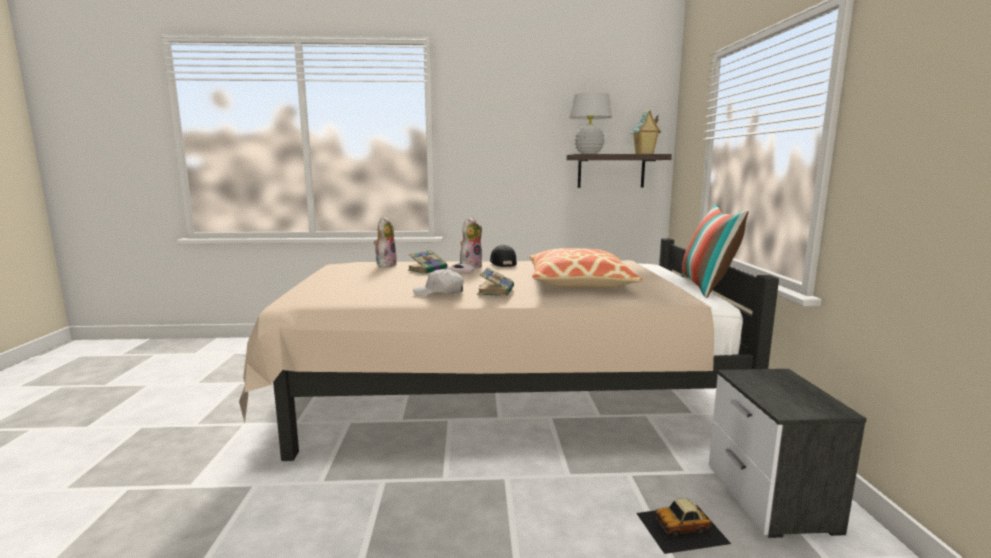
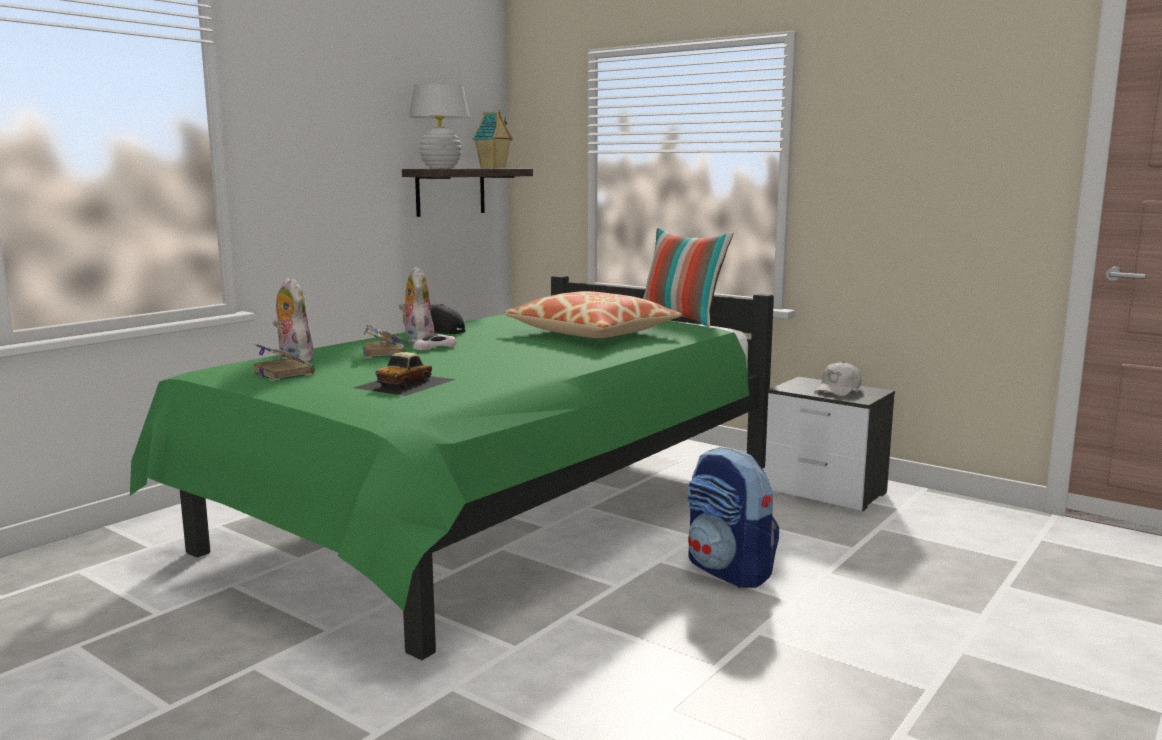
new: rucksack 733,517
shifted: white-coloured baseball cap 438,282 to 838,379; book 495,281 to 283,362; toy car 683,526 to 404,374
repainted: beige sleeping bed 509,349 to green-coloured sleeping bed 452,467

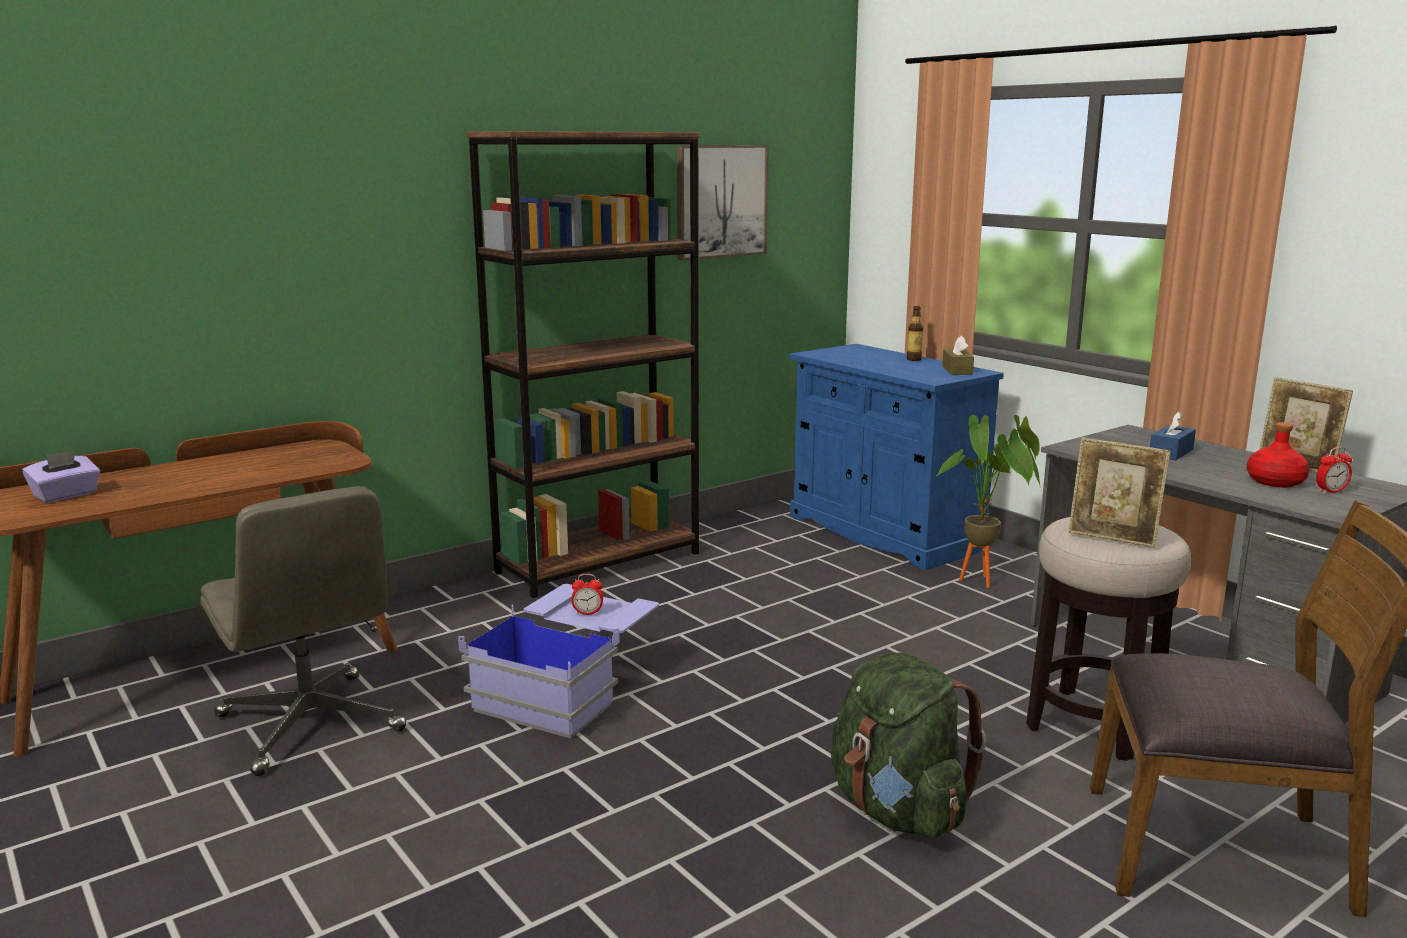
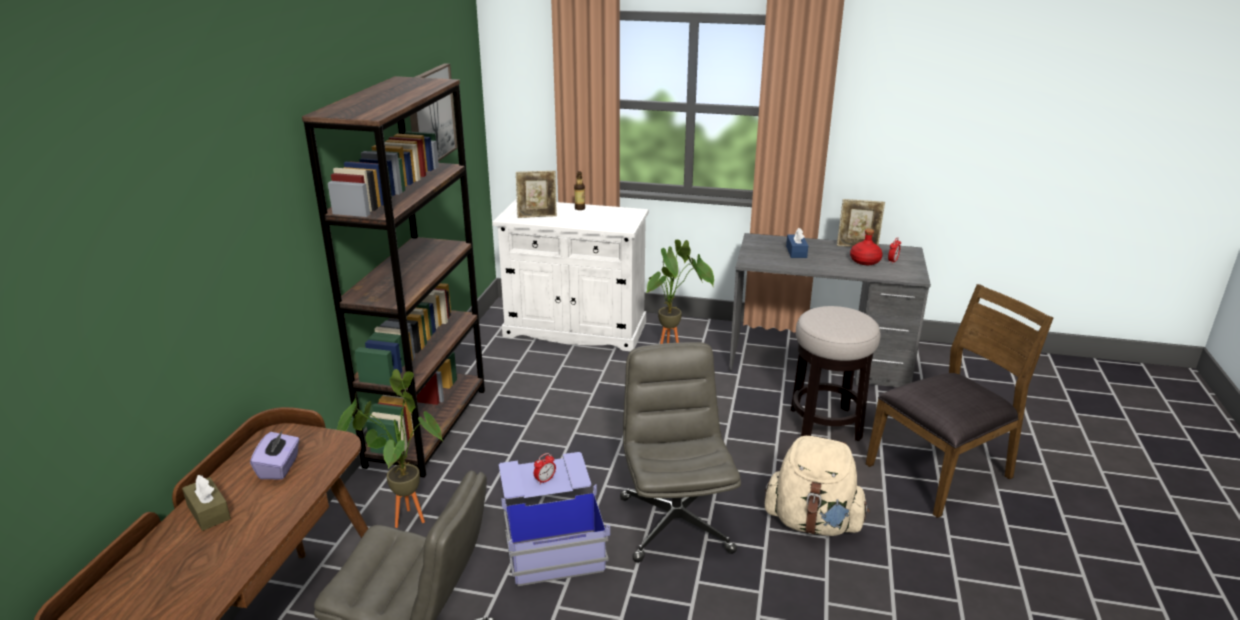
new: plant in a pot 390,448; grey computer chair 680,452
shifted: purple-coloured tissue holder 61,476 to 275,454; brown tissue holder 958,355 to 206,503; standing frame 1119,492 to 536,194
repainted: blue storage cabinet 897,457 to white-coloured storage cabinet 570,275; green-coloured rucksack 909,745 to beige rucksack 817,486

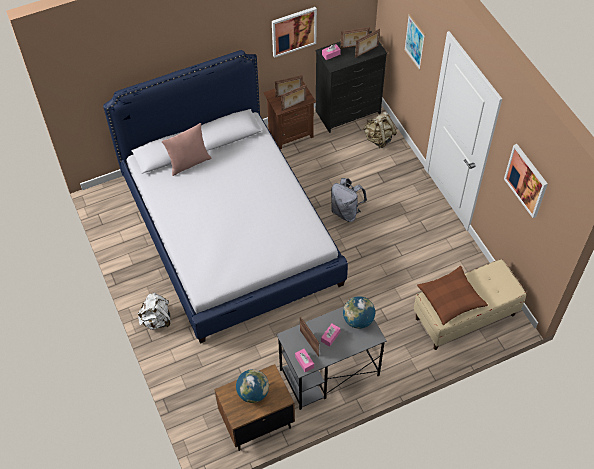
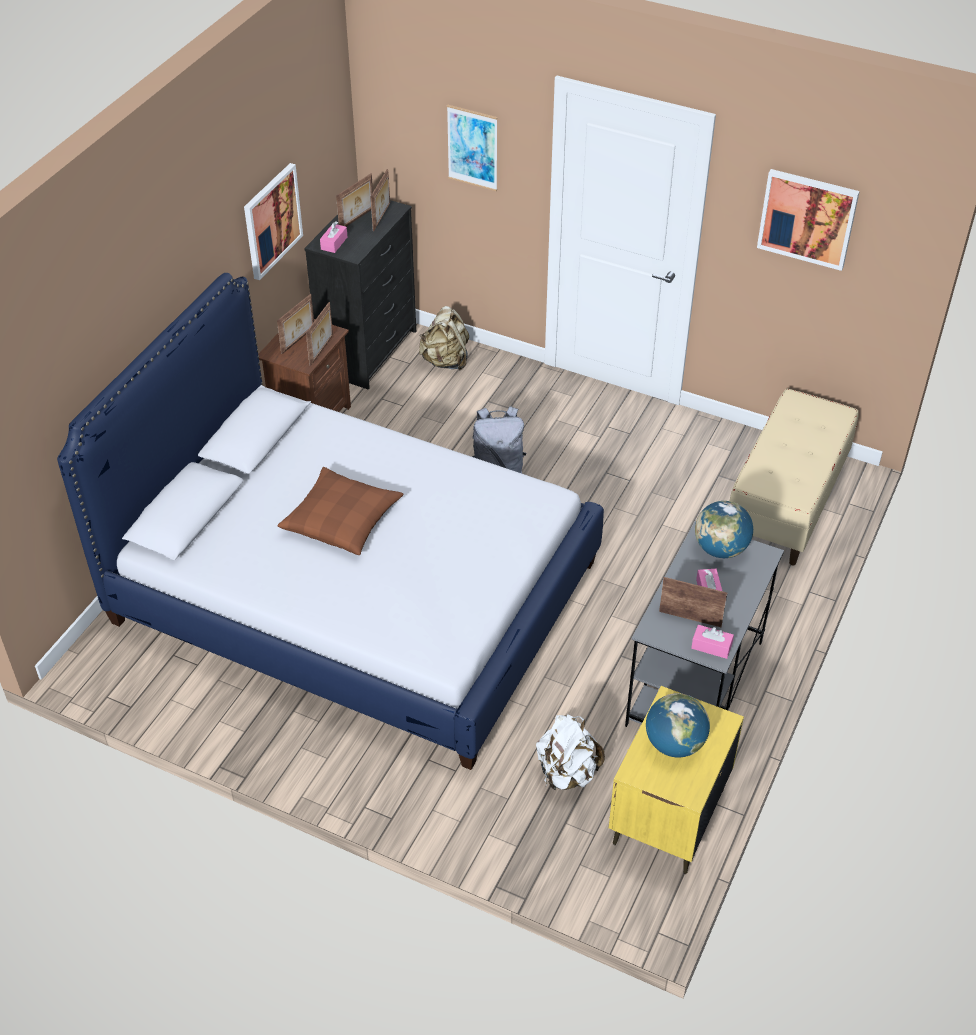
gone: pink-coloured pillow 186,149
shifted: white-coloured rucksack 154,311 to 570,752; brown pillow 452,295 to 340,511
repainted: brown bedside table 254,407 to yellowish bedside table 676,780

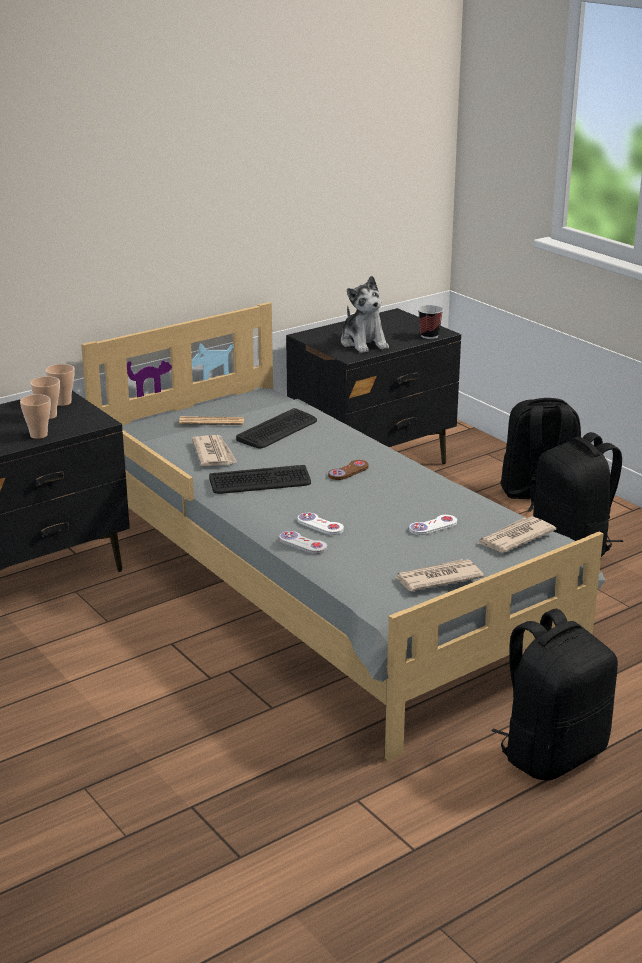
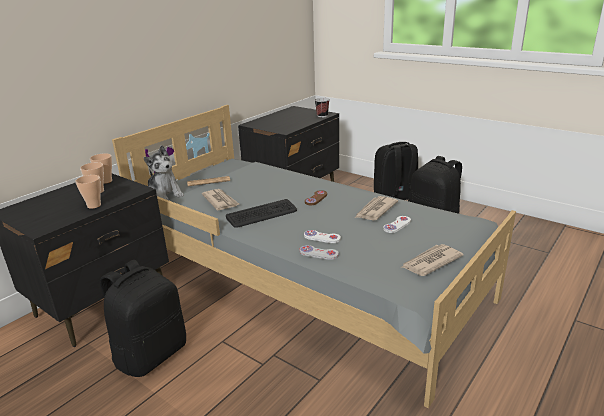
gone: computer keyboard 276,428
shifted: plush toy 365,314 to 163,172; printed paper 517,535 to 376,208; black-coloured rucksack 554,694 to 143,318

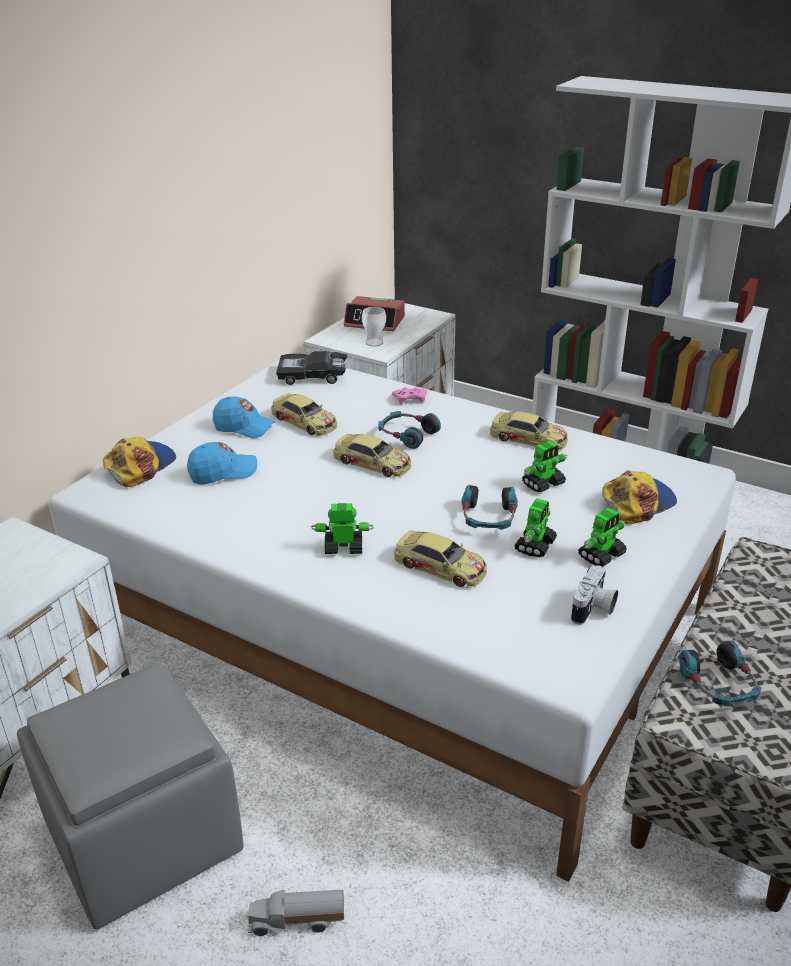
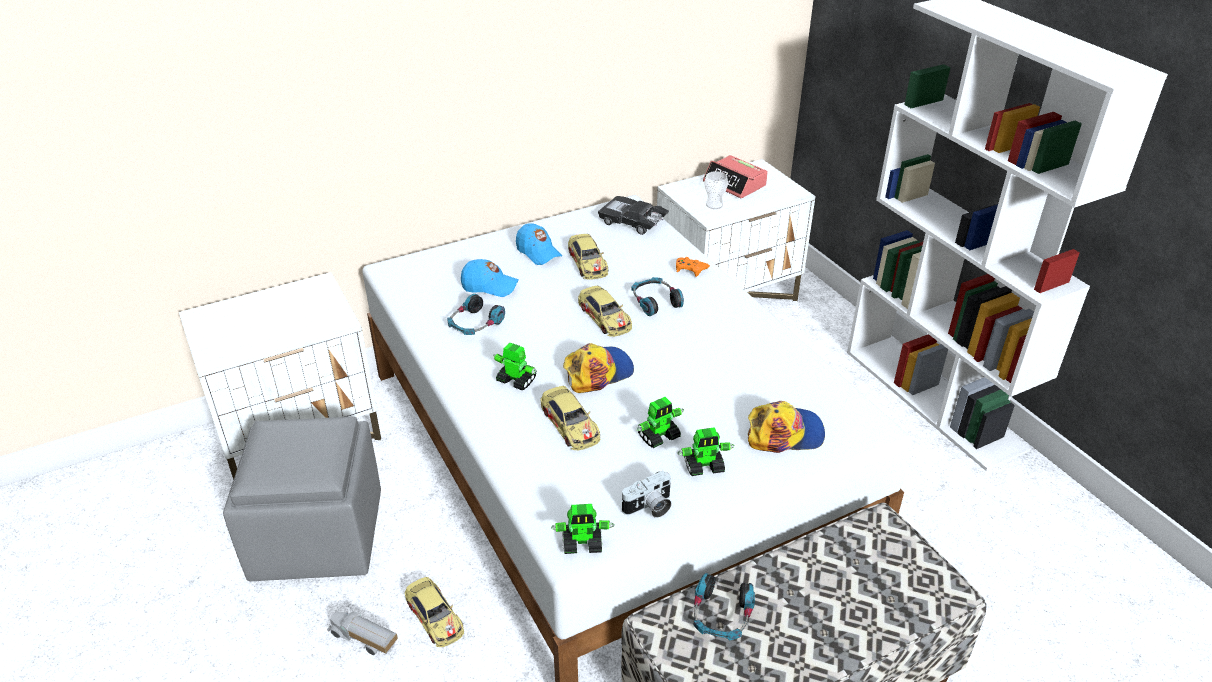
shifted: baseball cap 139,462 to 598,368; headset 490,507 to 476,314; toy car 529,431 to 434,612; model robot 544,466 to 583,529
repainted: pink-coloured game controller 409,396 to orange game controller 693,267

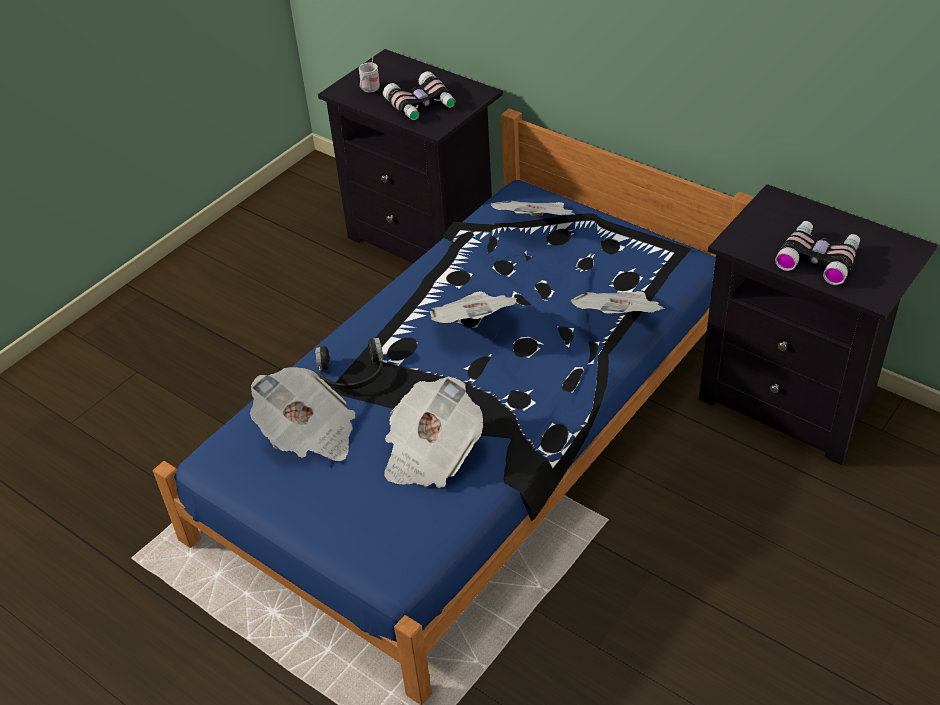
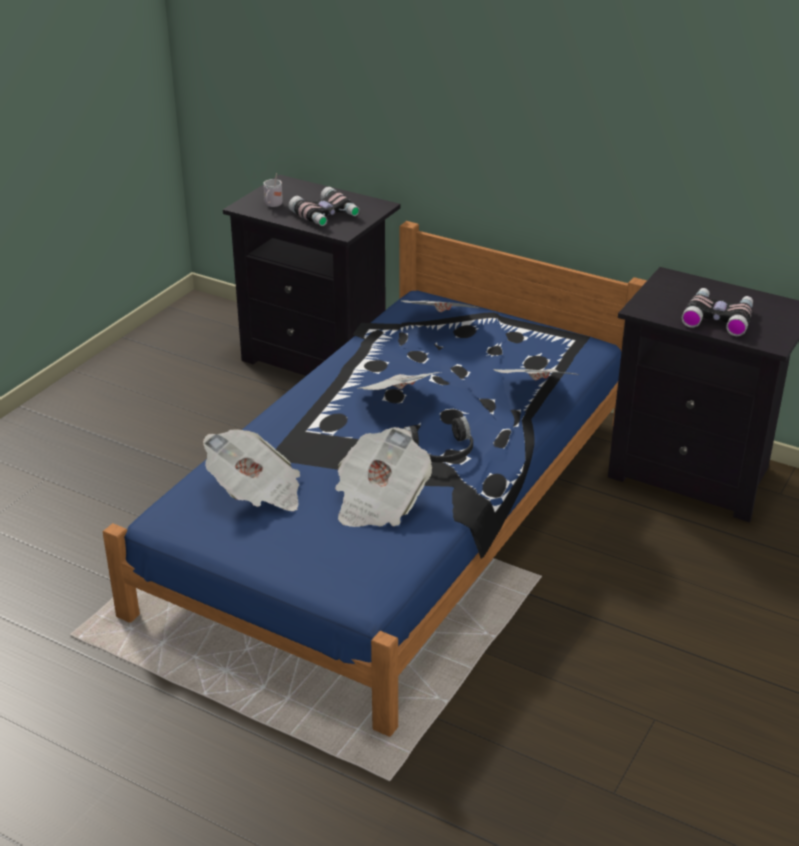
shifted: black-coloured headset 349,364 to 438,440

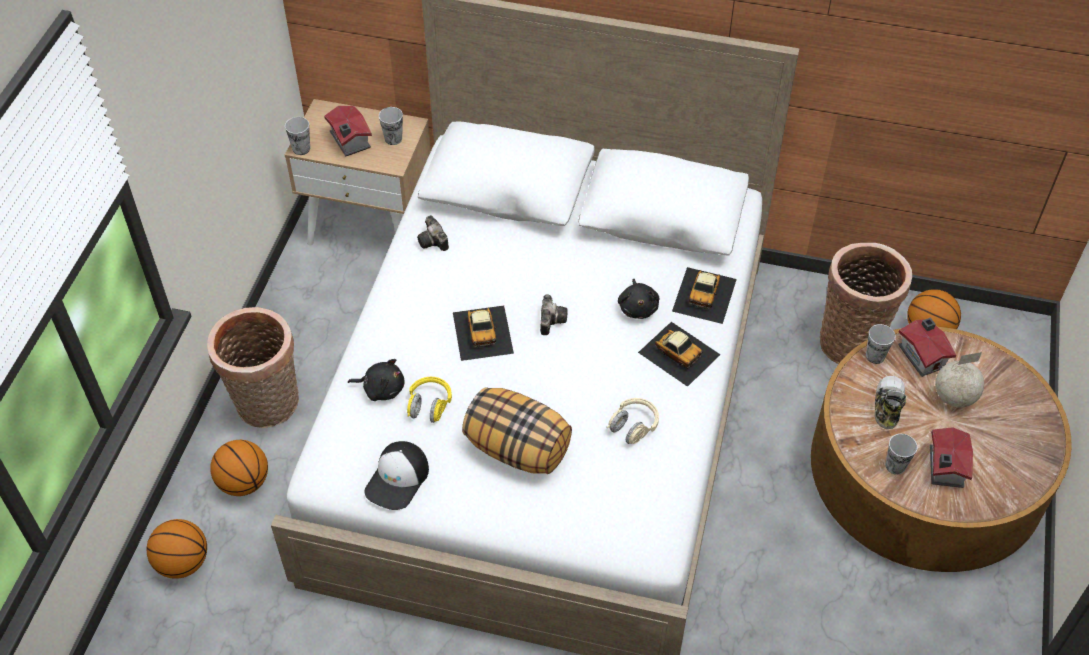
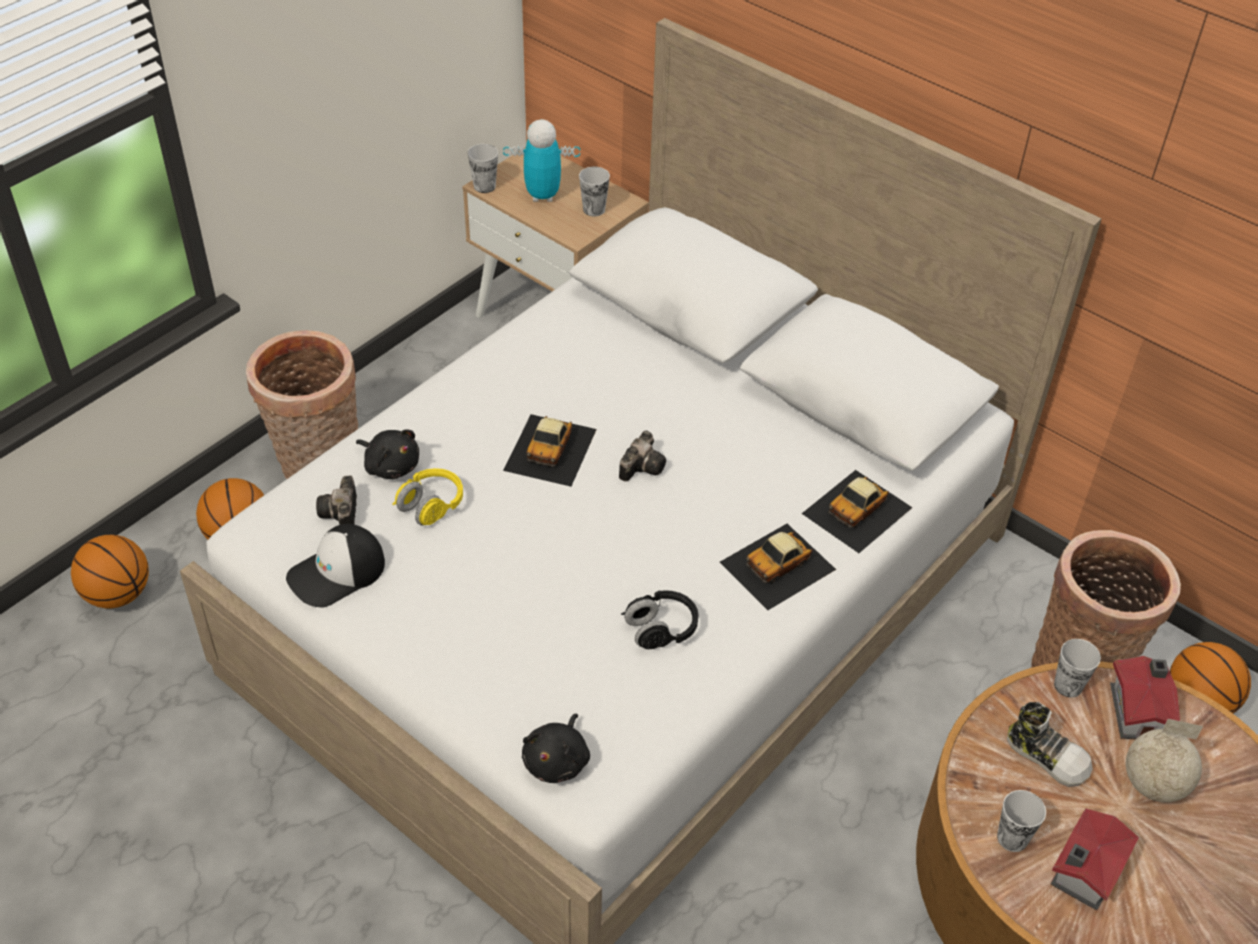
gone: pillow 517,430
shifted: still camera 433,233 to 336,500; black-coloured plush toy 638,299 to 556,748
swapped: model house 348,131 to model robot 541,160
repainted: beige headset 633,421 to black-coloured headset 660,619
rotated: toy car 679,354 = 778,567 75 degrees clockwise; shoe 890,402 = 1049,744 90 degrees clockwise

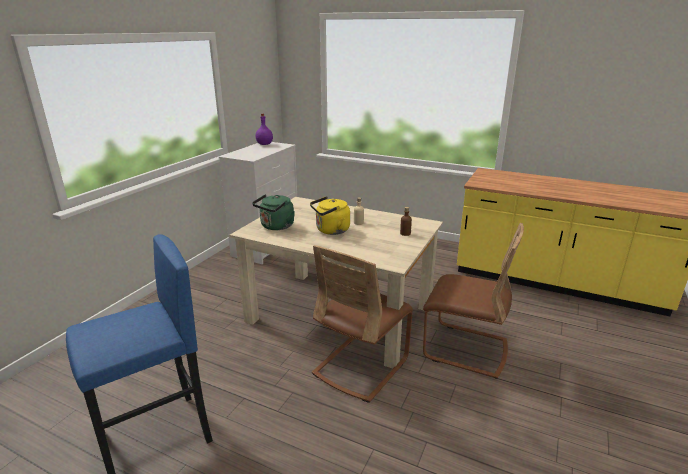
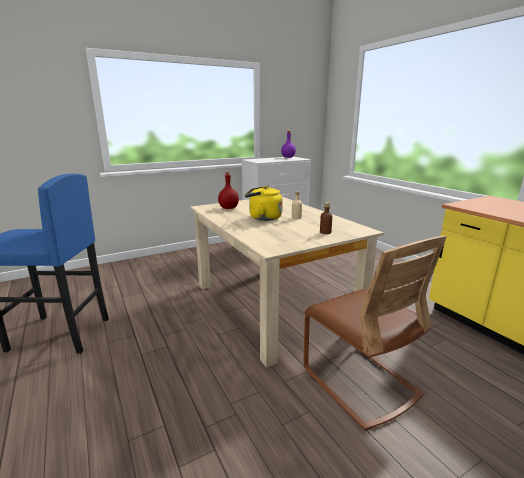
gone: brown chair 362,324
swapped: green-coloured tea kettle 273,212 to red-coloured drink bottle 228,190

